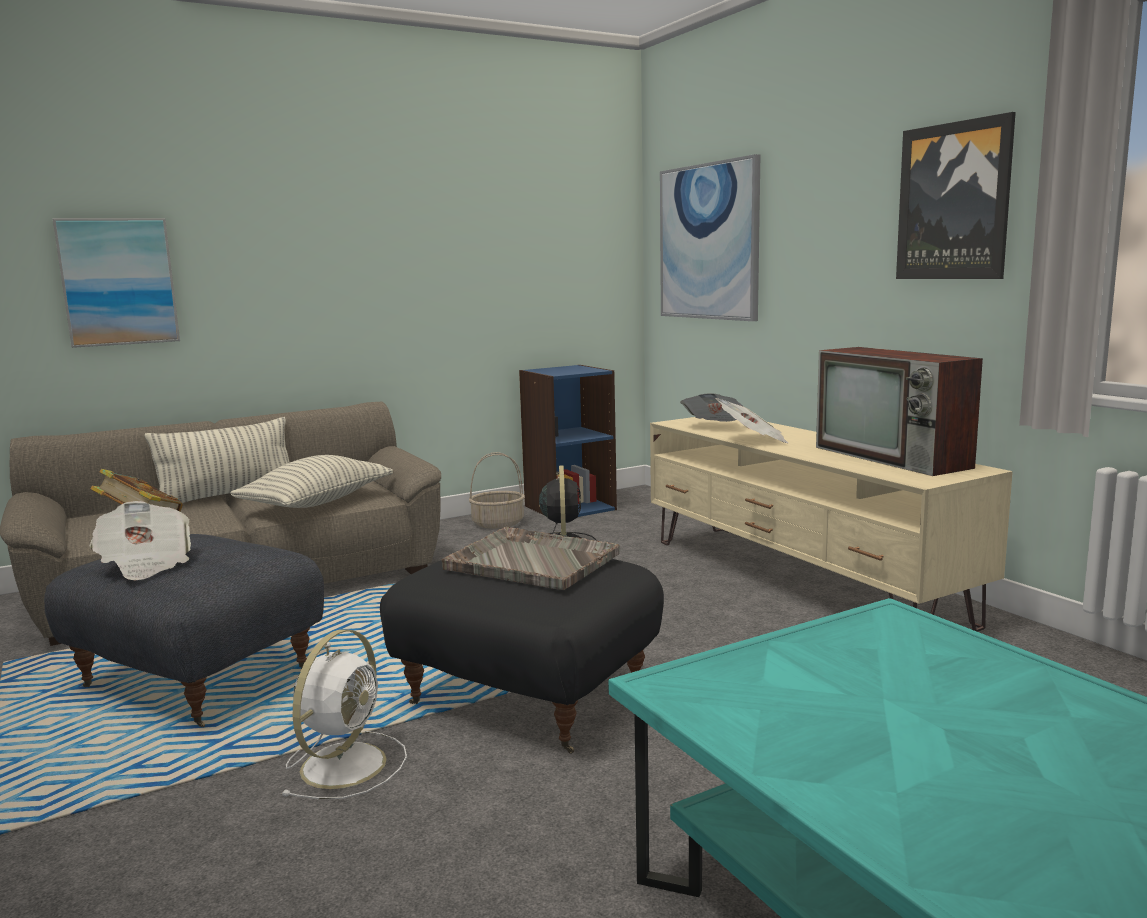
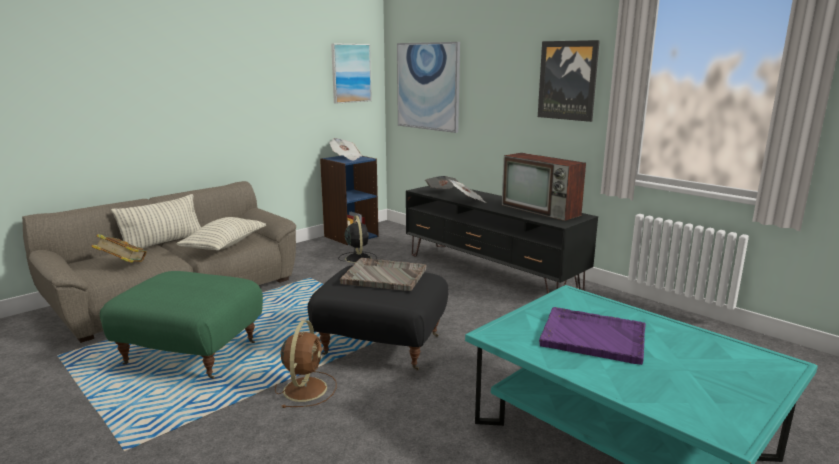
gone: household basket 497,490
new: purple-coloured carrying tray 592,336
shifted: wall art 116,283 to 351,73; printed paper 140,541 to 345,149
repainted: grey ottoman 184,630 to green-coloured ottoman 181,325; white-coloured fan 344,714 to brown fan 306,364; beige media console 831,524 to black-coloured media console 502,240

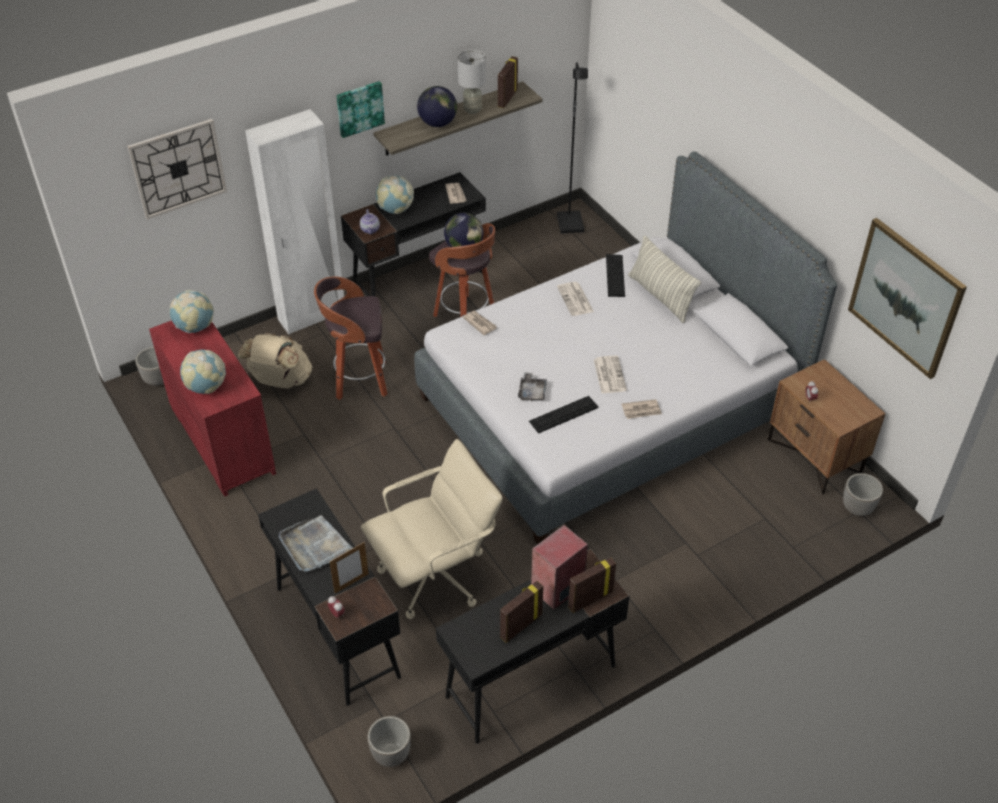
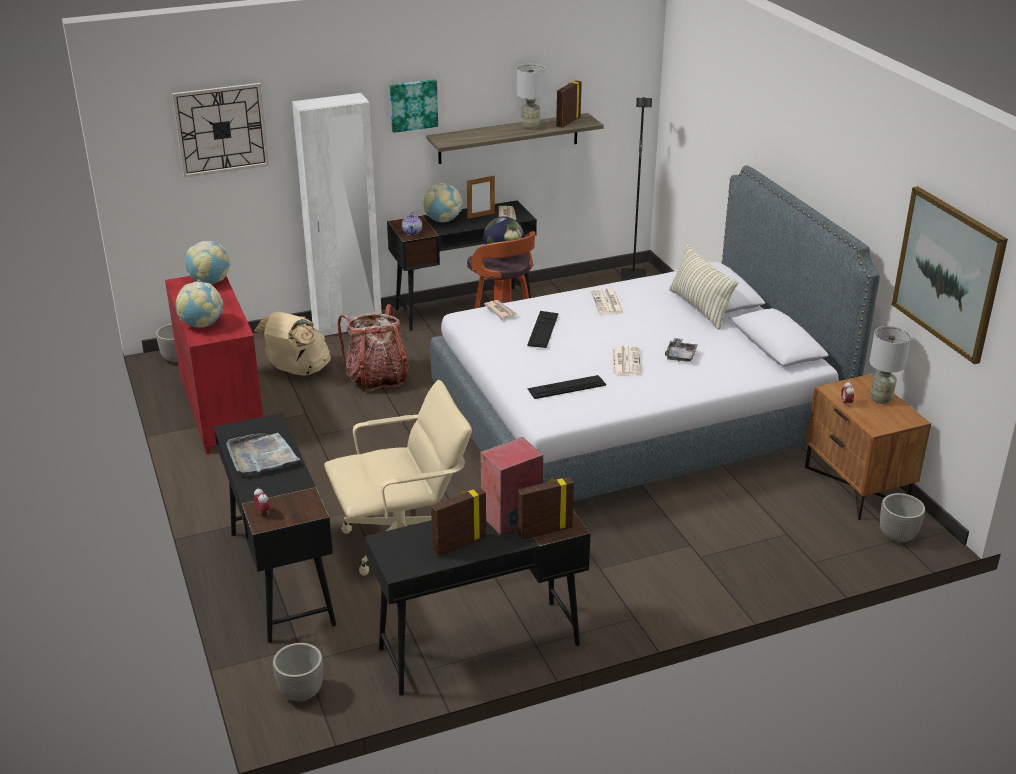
gone: globe 437,106; printed paper 641,409
new: grey table lamp 890,365
shifted: standing frame 349,567 to 481,197; grey carrying tray 532,386 to 681,350; computer keyboard 615,275 to 543,329
swapped: stool seat 350,338 to rucksack 373,348

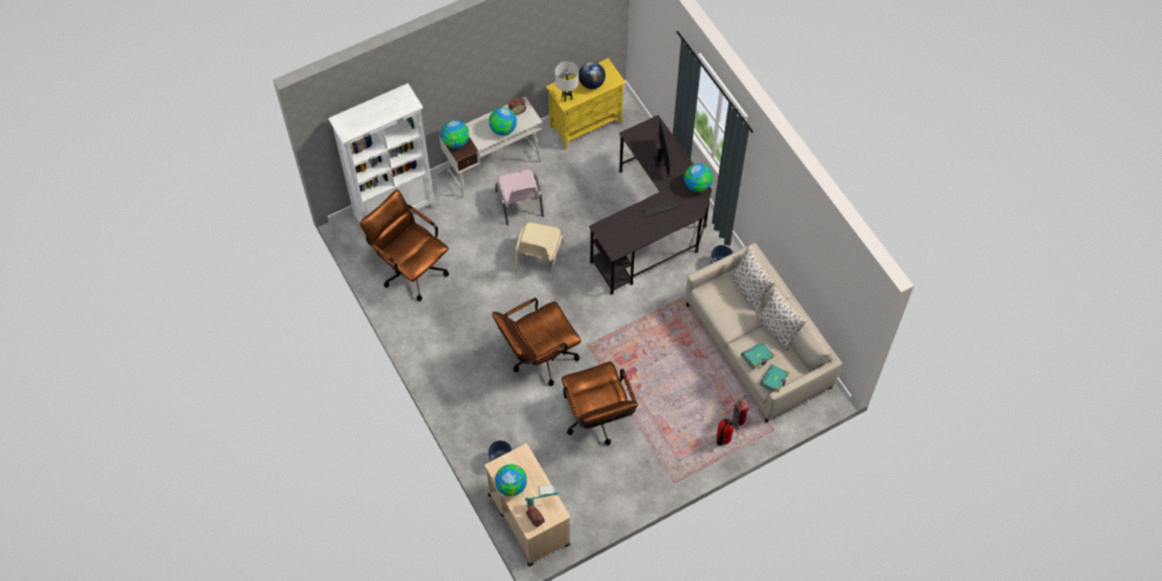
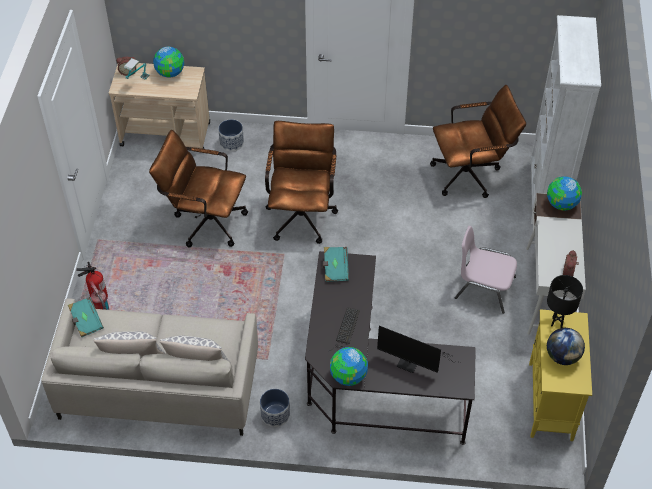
gone: globe 503,121; beige chair 540,250
shifted: turquoise-coloured book 758,355 to 336,264
repainted: white-coloured table lamp 567,81 to black-coloured table lamp 565,301

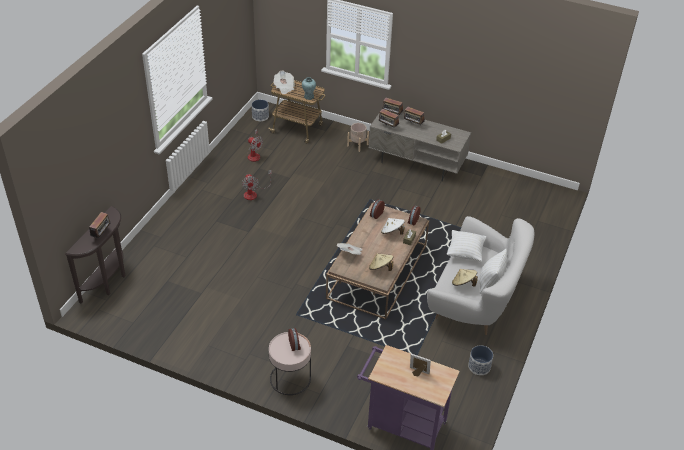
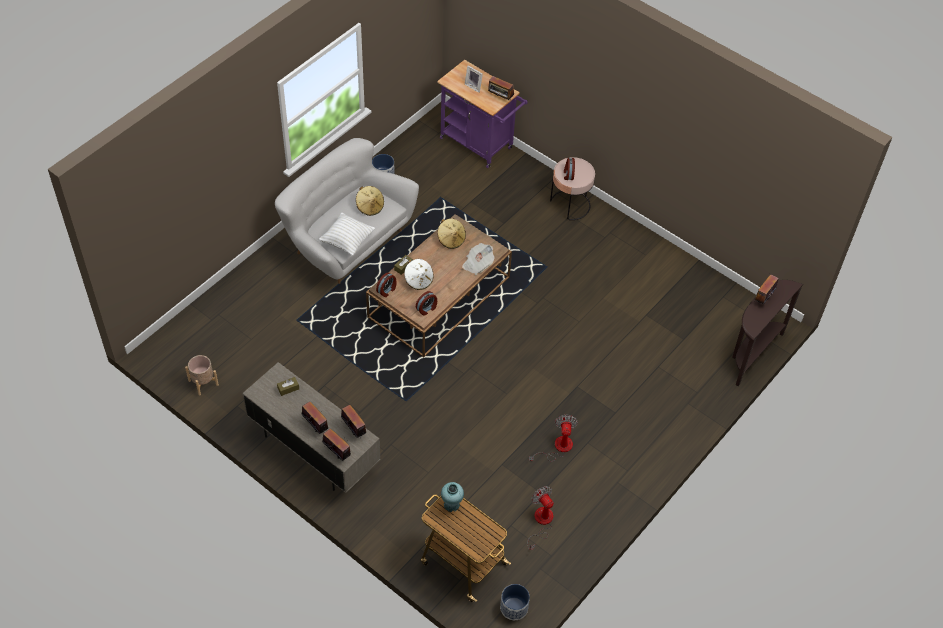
gone: printed paper 284,82; white-coloured pillow 493,271
new: radio 501,88
shifted: beige flower pot 358,137 to 202,375

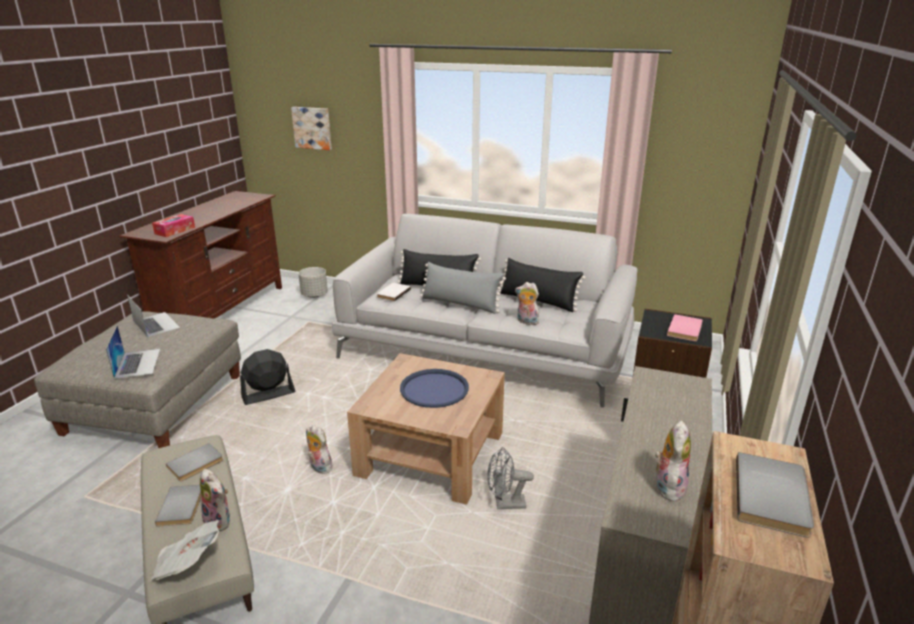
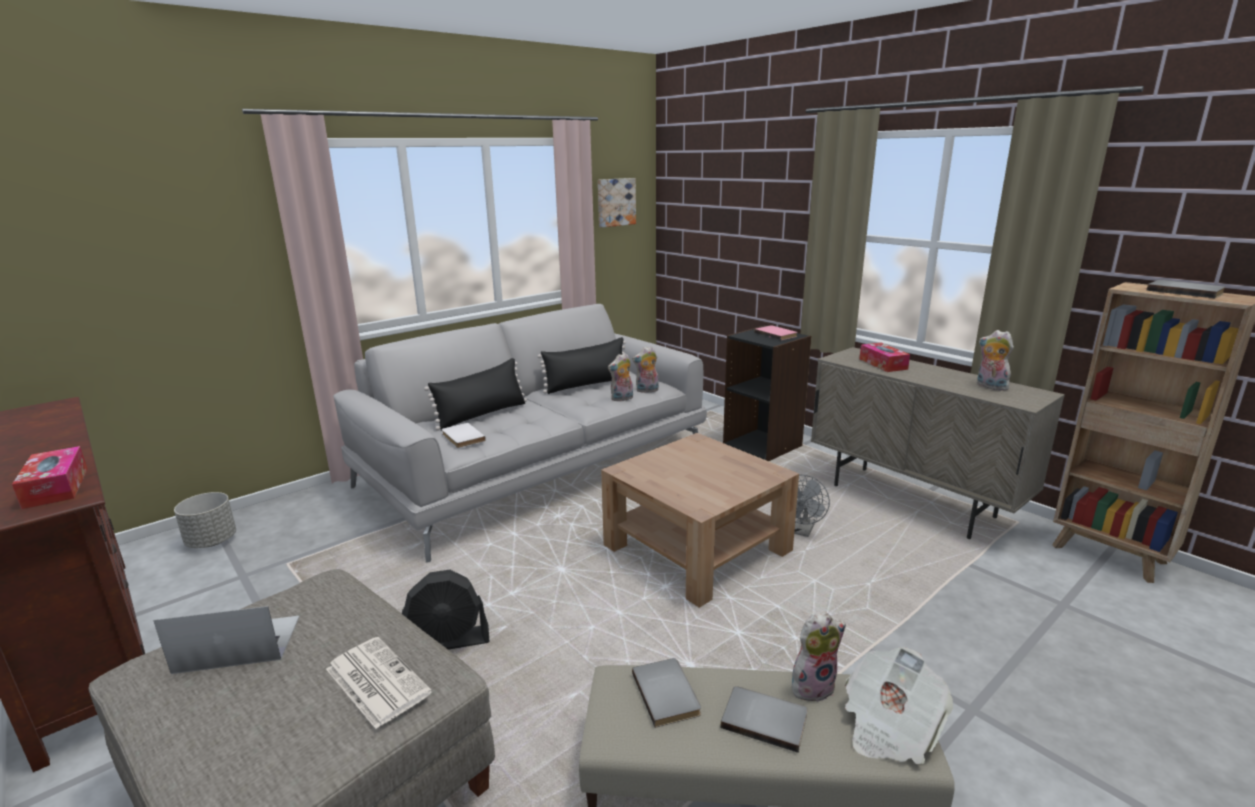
gone: blue carrying tray 434,388; grey pillow 463,288
new: tissue holder 884,357
shifted: wall art 311,128 to 617,202; plush toy 319,449 to 645,369
swapped: portable computer 133,352 to printed paper 379,683
rotated: black-coloured fan 268,377 = 446,610 105 degrees counterclockwise

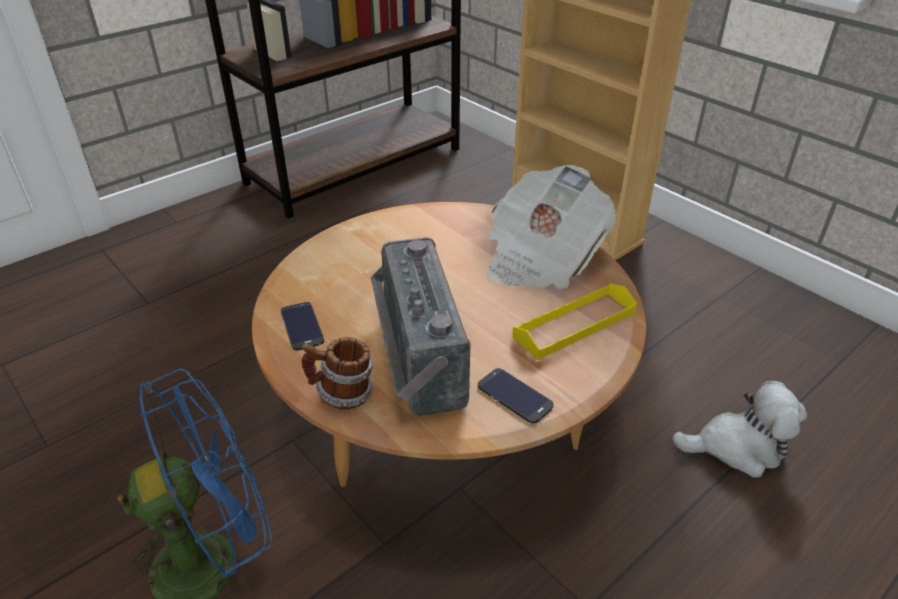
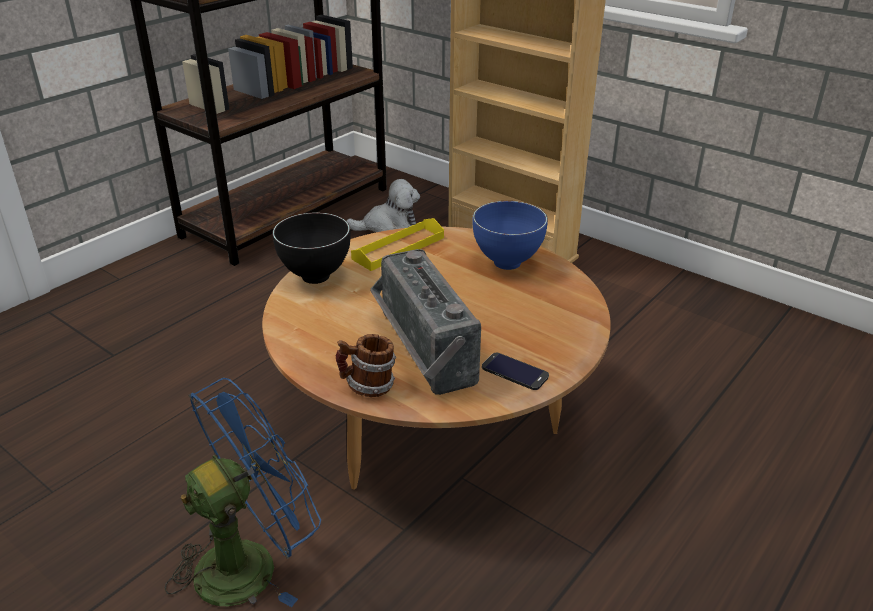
gone: handset 302,326
new: black-coloured serving bowl 311,248
shifted: yellowish carrying tray 574,322 to 397,244; plush toy 739,429 to 383,205
swapped: printed paper 551,227 to blue serving bowl 510,235

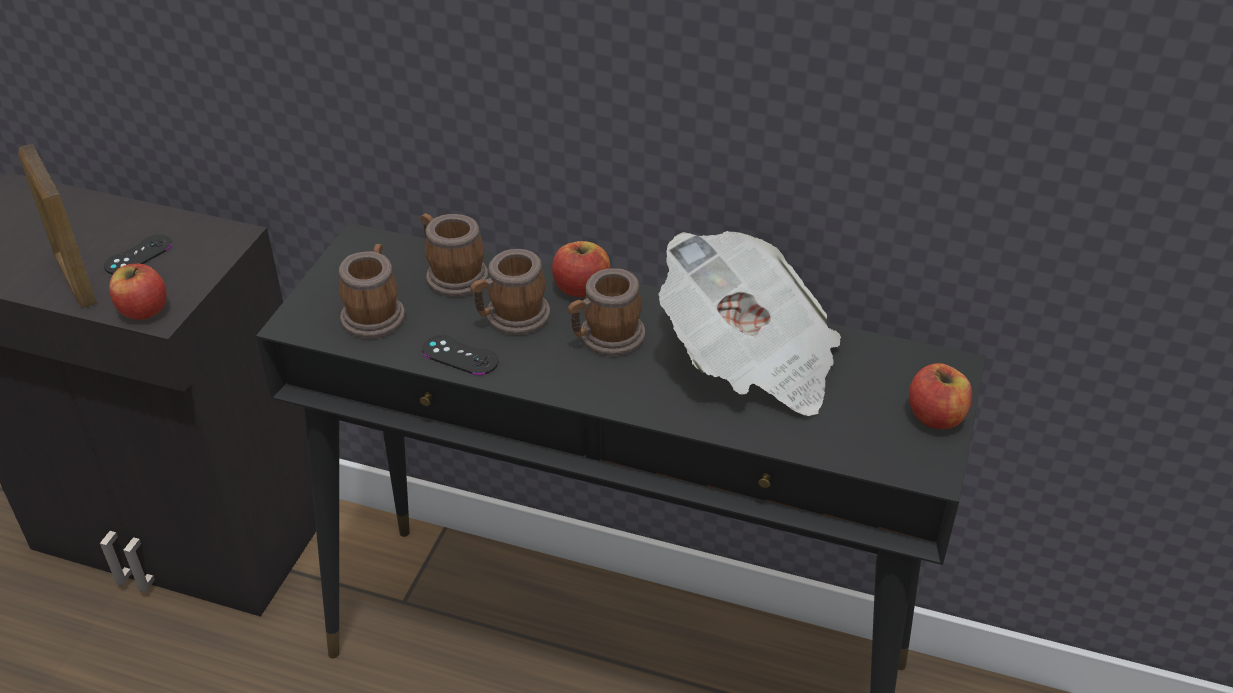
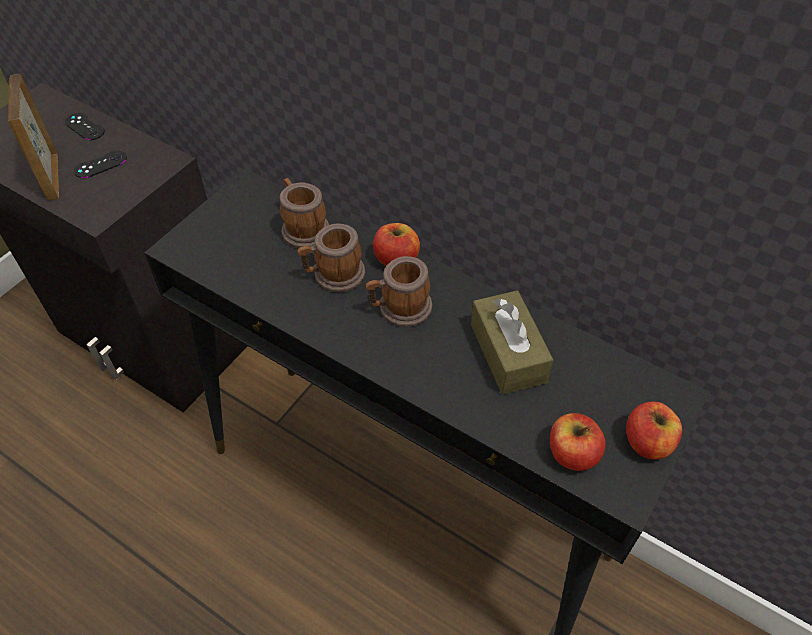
gone: coffee mug 372,291
shifted: whole apple 138,292 to 578,442; black-coloured game controller 460,355 to 85,126
swapped: printed paper 749,323 to brown tissue holder 512,342

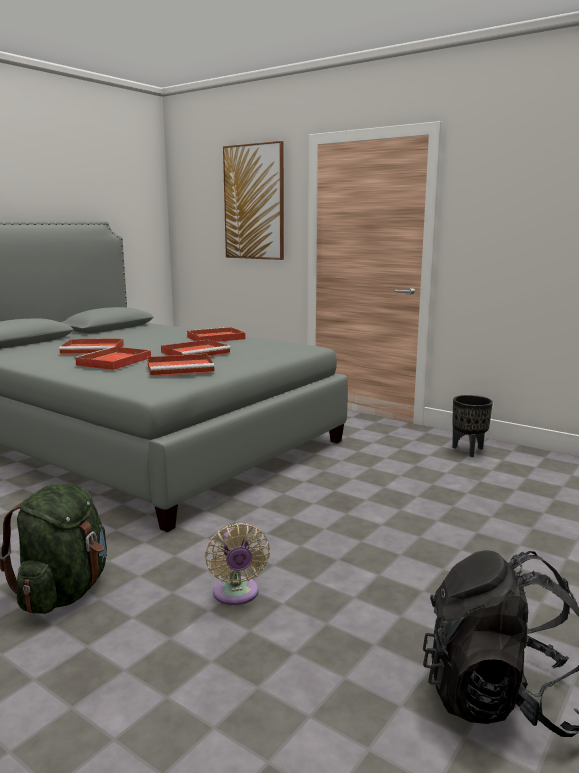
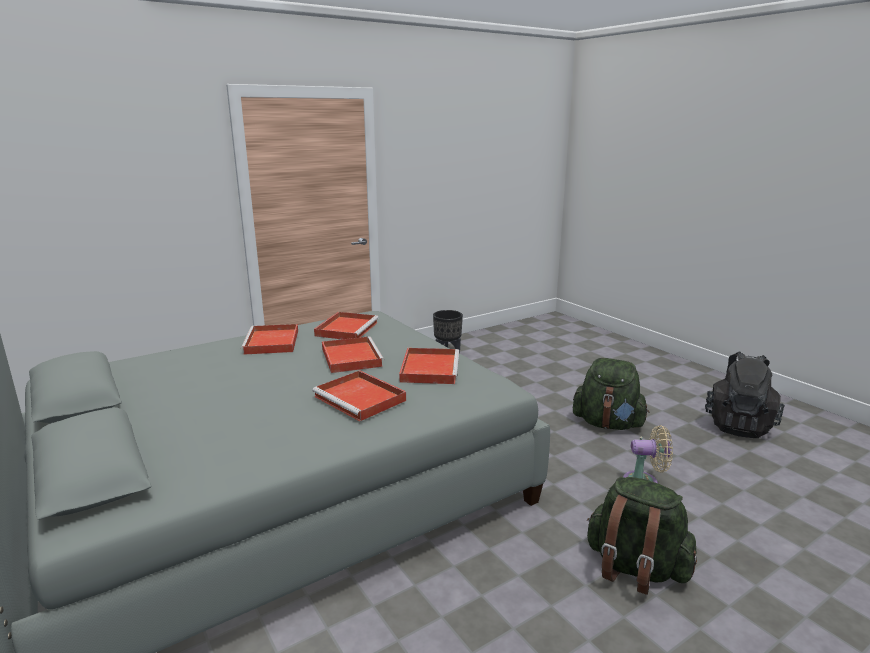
gone: wall art 253,200
new: green-coloured rucksack 611,394
shifted: red-coloured carrying tray 91,346 to 346,325

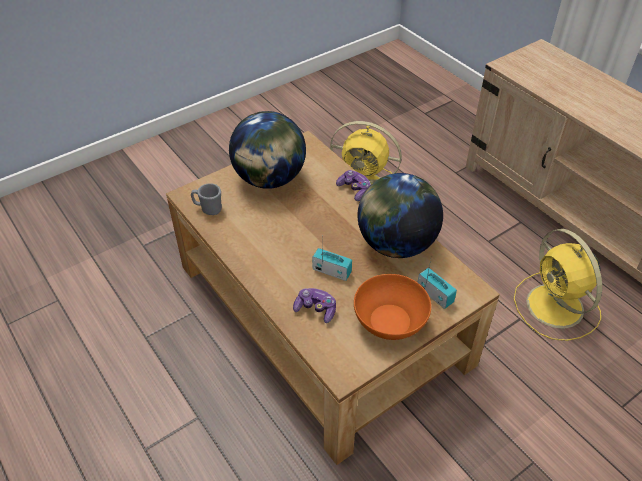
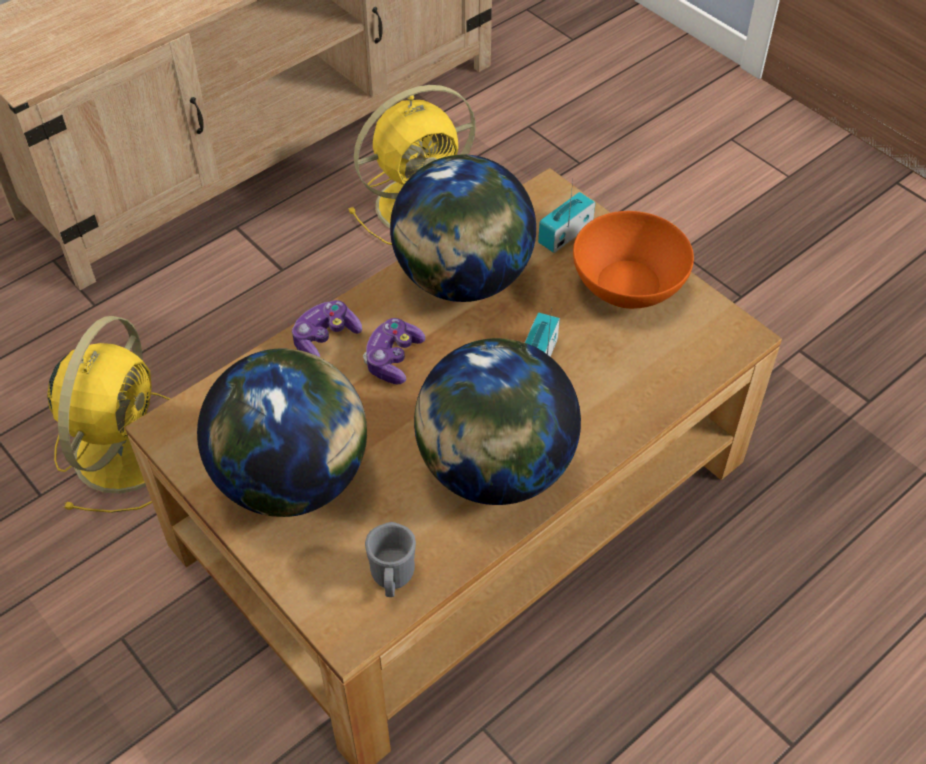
new: globe 497,421
shifted: game controller 314,305 to 394,351

